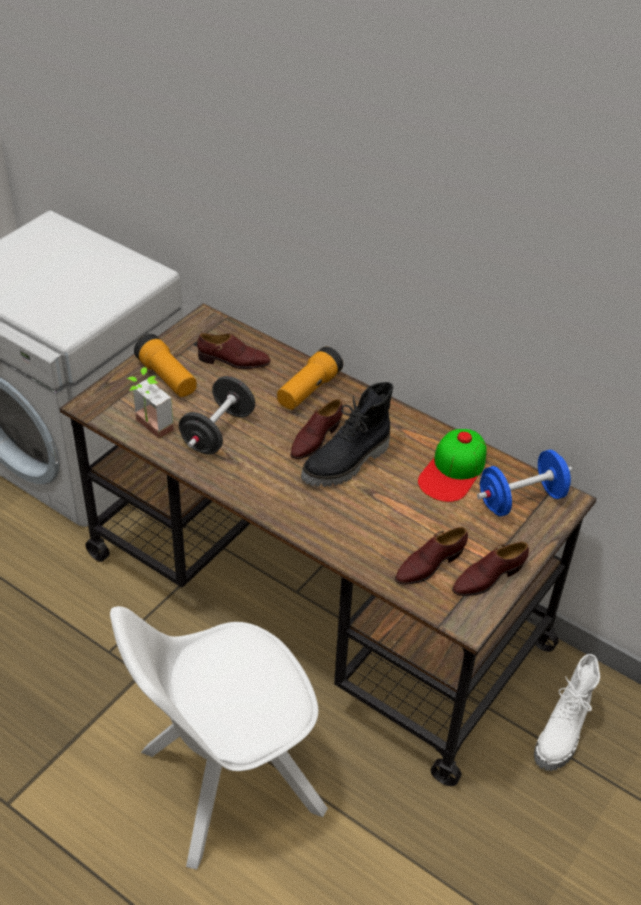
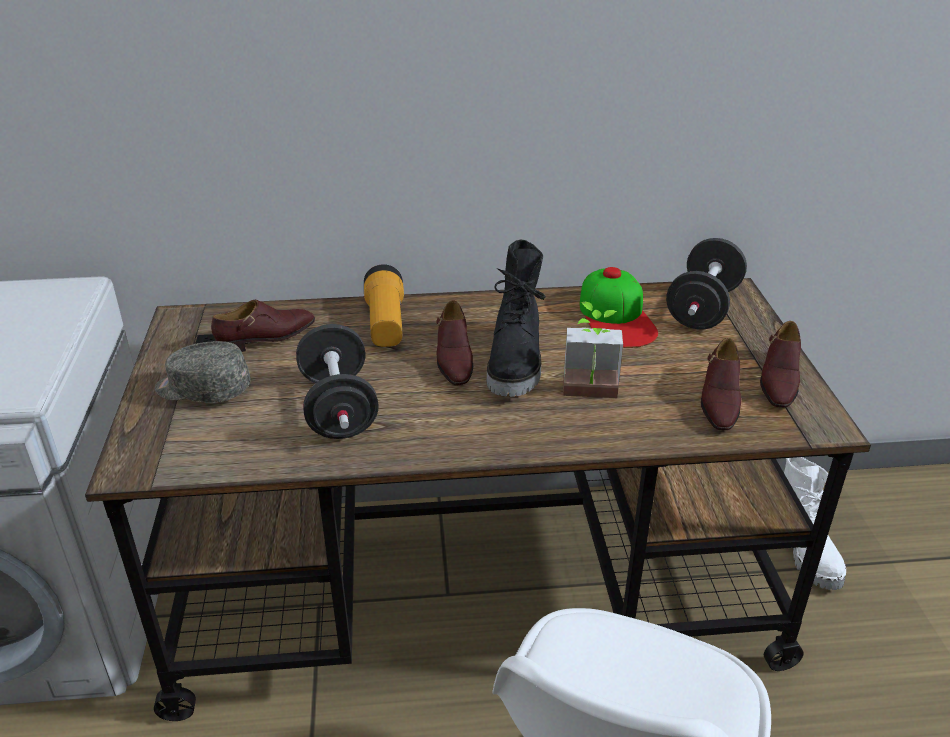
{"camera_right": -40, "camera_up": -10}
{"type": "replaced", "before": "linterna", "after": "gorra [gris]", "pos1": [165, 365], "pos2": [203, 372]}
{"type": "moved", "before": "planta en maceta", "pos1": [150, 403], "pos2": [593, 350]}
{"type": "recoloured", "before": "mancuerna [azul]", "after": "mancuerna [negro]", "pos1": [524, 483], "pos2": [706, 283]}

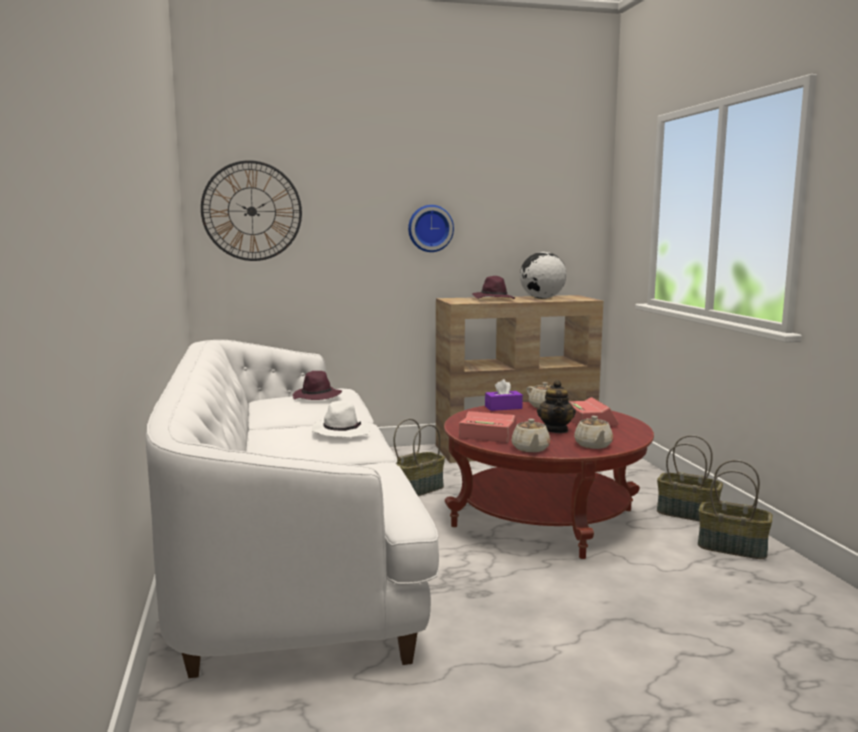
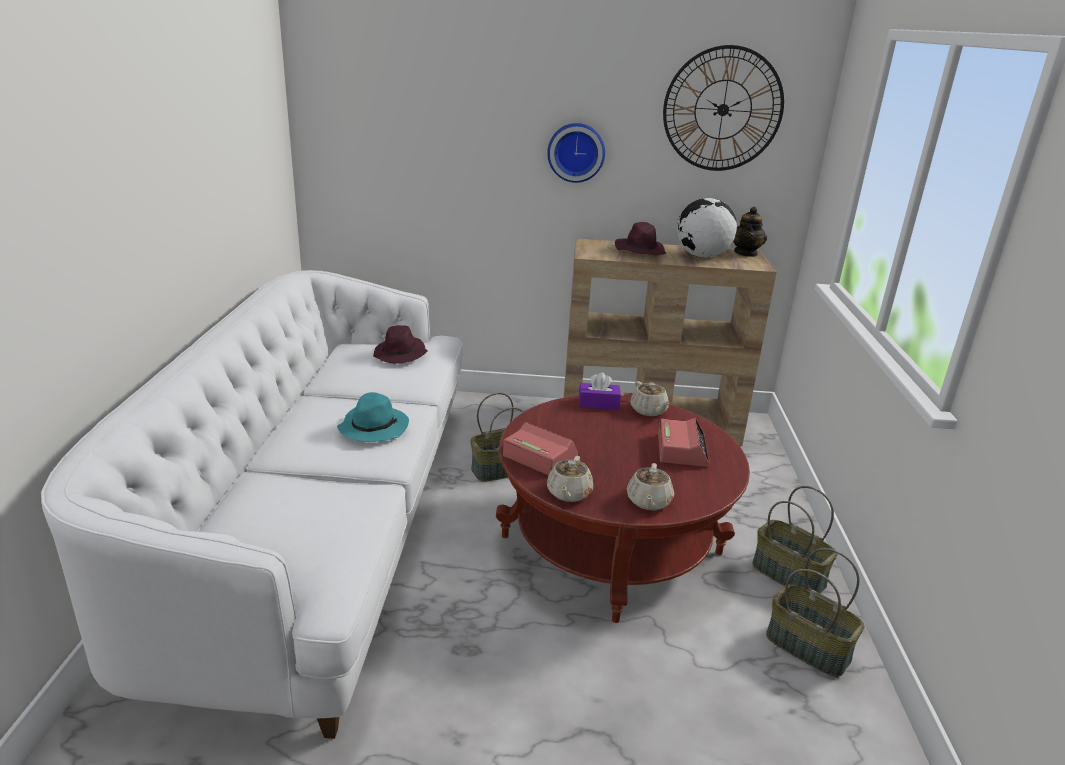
{"camera_right": 15, "camera_up": 15}
{"type": "recoloured", "before": "sombrero [blanco]", "after": "sombrero [turquesa]", "pos1": [341, 418], "pos2": [373, 417]}
{"type": "moved", "before": "reloj de pared", "pos1": [251, 210], "pos2": [723, 108]}
{"type": "moved", "before": "tetera", "pos1": [556, 406], "pos2": [750, 232]}

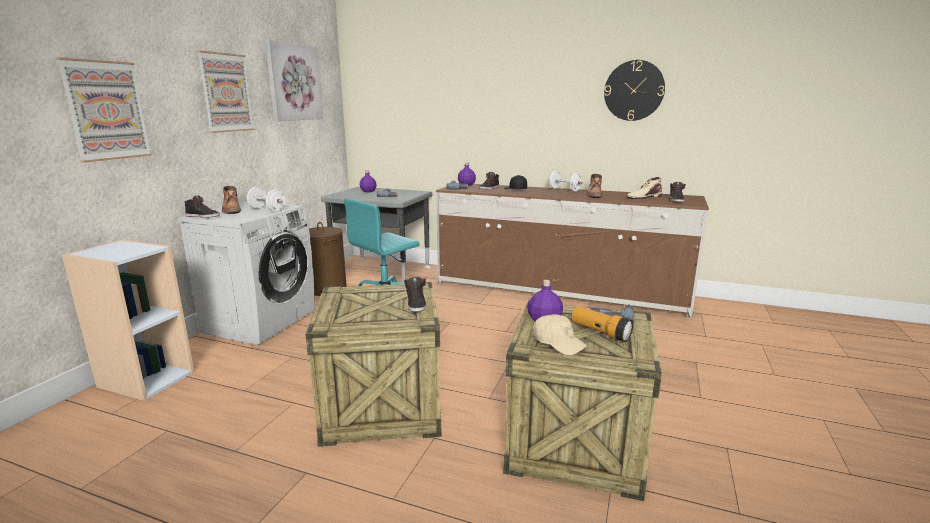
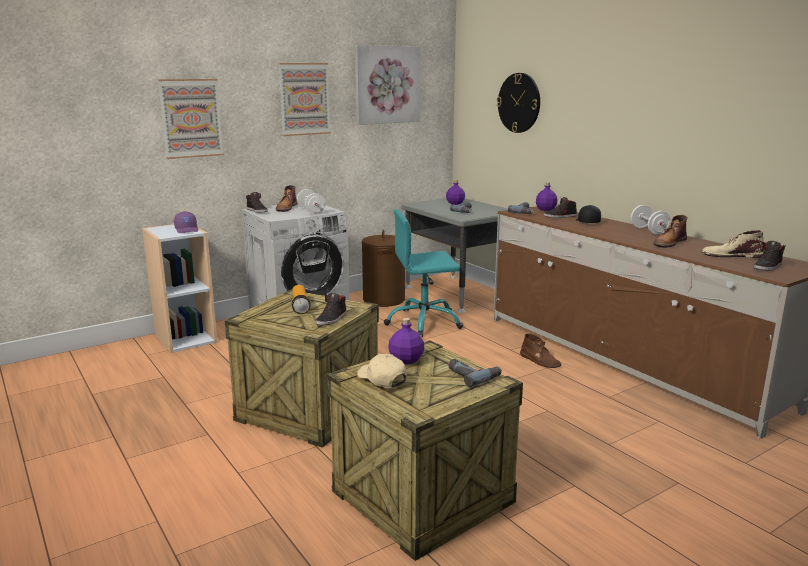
{"camera_right": 35, "camera_up": 0}
{"type": "added", "after": "gorra [morado]", "pos2": [186, 222]}
{"type": "moved", "before": "linterna", "pos1": [603, 324], "pos2": [301, 299]}
{"type": "turned", "before": "gorra [beis]", "pos1": [560, 334], "pos2": [382, 371], "turn": 150}
{"type": "moved", "before": "reloj de pared", "pos1": [634, 90], "pos2": [518, 103]}
{"type": "added", "after": "bota [marrón]", "pos2": [540, 351]}

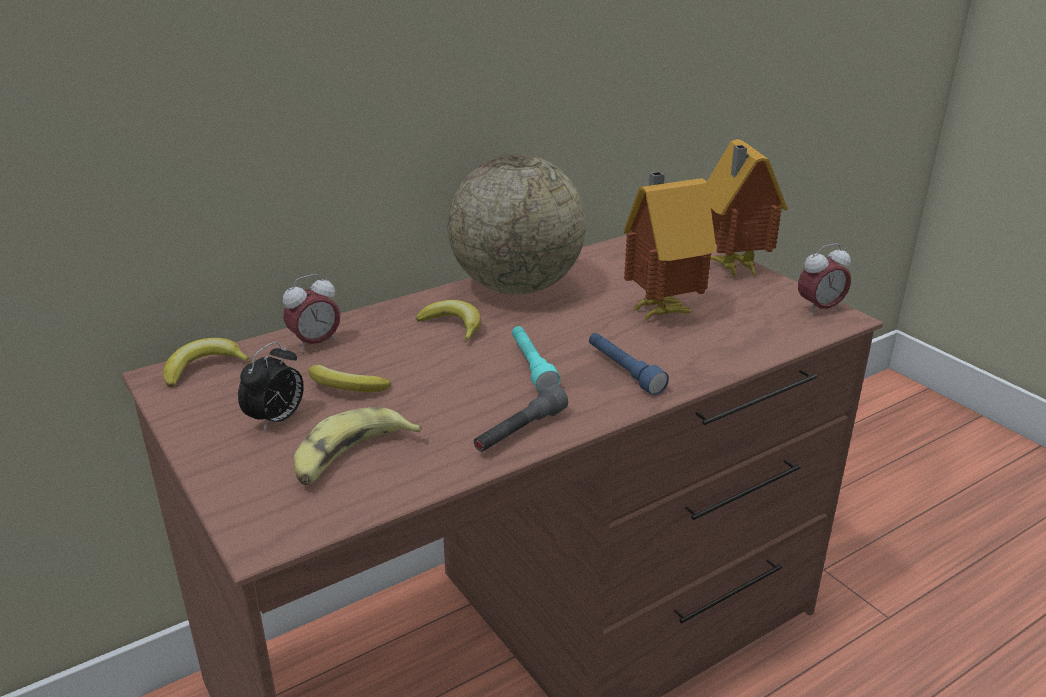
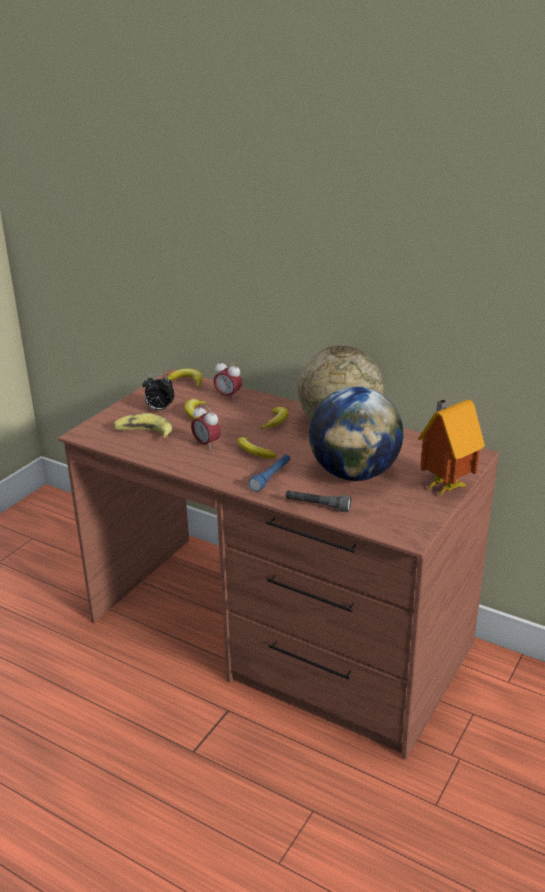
{"camera_right": 65, "camera_up": 0}
{"type": "moved", "before": "despertador", "pos1": [824, 279], "pos2": [206, 427]}
{"type": "replaced", "before": "linterna [turquesa]", "after": "plátano", "pos1": [536, 358], "pos2": [256, 447]}
{"type": "moved", "before": "linterna [gris]", "pos1": [521, 418], "pos2": [318, 501]}
{"type": "replaced", "before": "casita", "after": "globo terráqueo", "pos1": [670, 246], "pos2": [356, 434]}

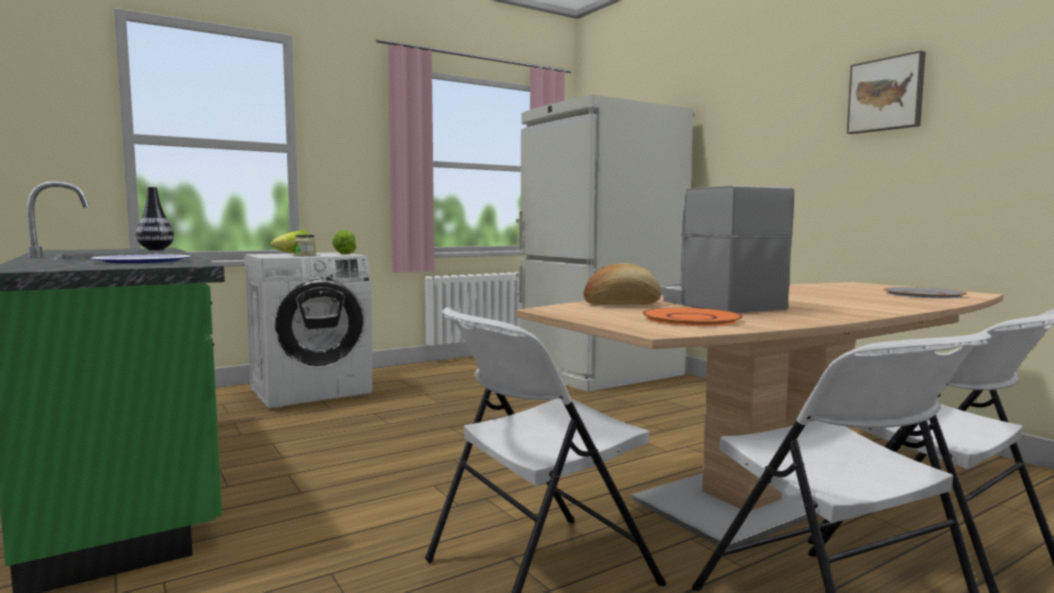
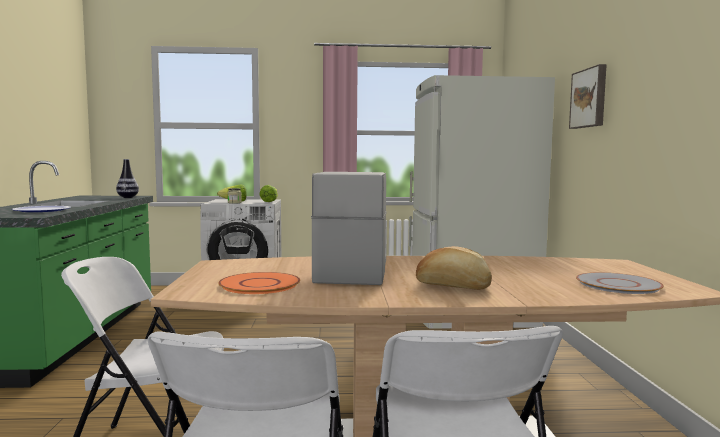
{"camera_right": 30, "camera_up": 0}
{"type": "moved", "before": "pan", "pos1": [622, 284], "pos2": [454, 268]}
{"type": "moved", "before": "cuadro", "pos1": [886, 92], "pos2": [588, 96]}

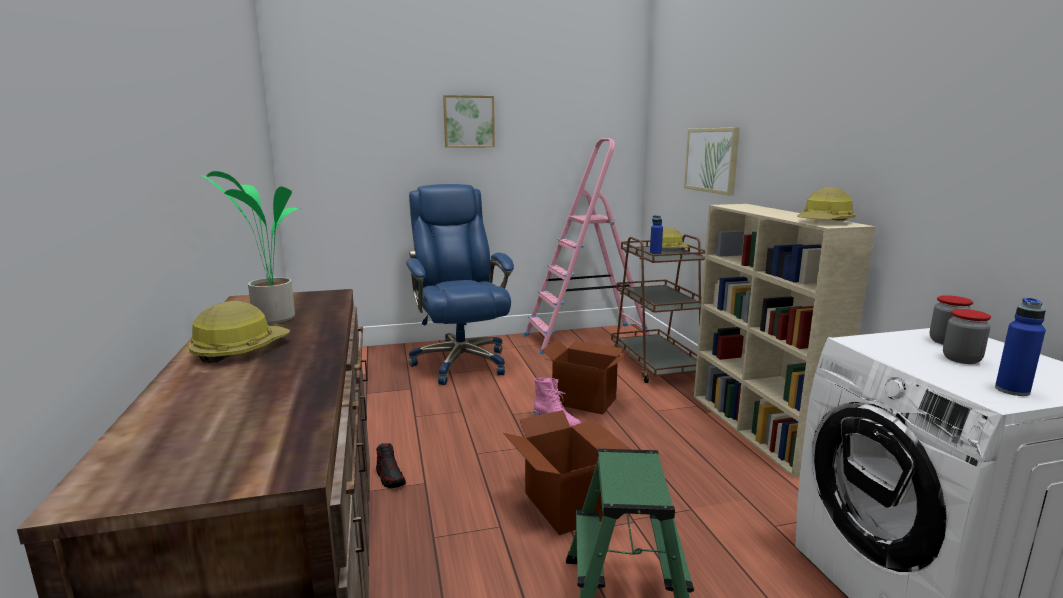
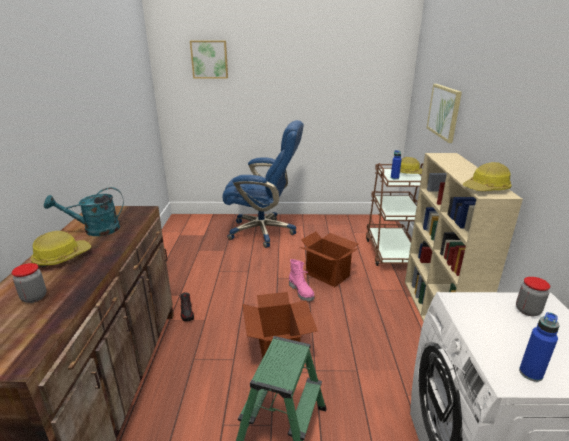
{"camera_right": 15, "camera_up": 10}
{"type": "moved", "before": "tarro", "pos1": [967, 336], "pos2": [29, 283]}
{"type": "replaced", "before": "planta en maceta", "after": "regadera [turquesa]", "pos1": [251, 247], "pos2": [84, 211]}
{"type": "moved", "before": "cuadro", "pos1": [469, 121], "pos2": [209, 59]}
{"type": "turned", "before": "silla de oficina [azul]", "pos1": [460, 284], "pos2": [263, 184], "turn": 105}
{"type": "removed", "before": "escalera de tijera [rosa]", "pos1": [587, 246]}

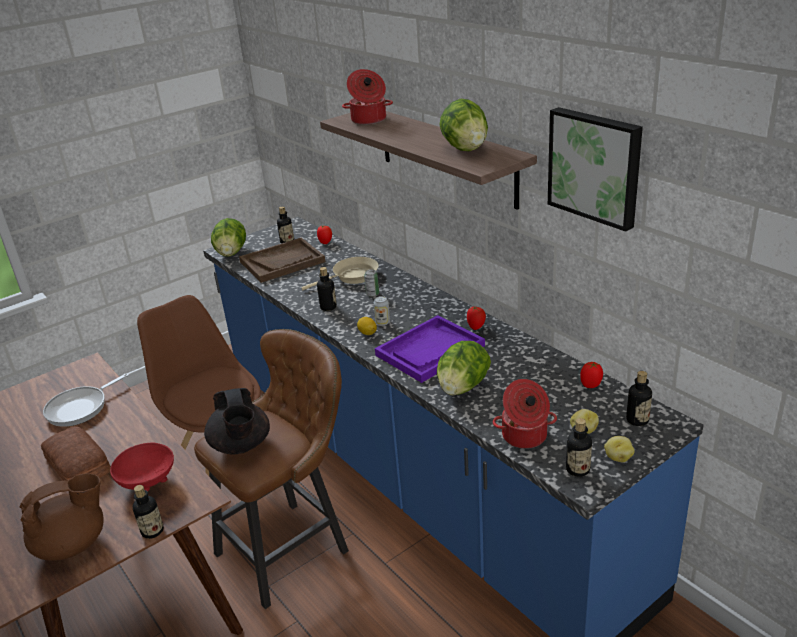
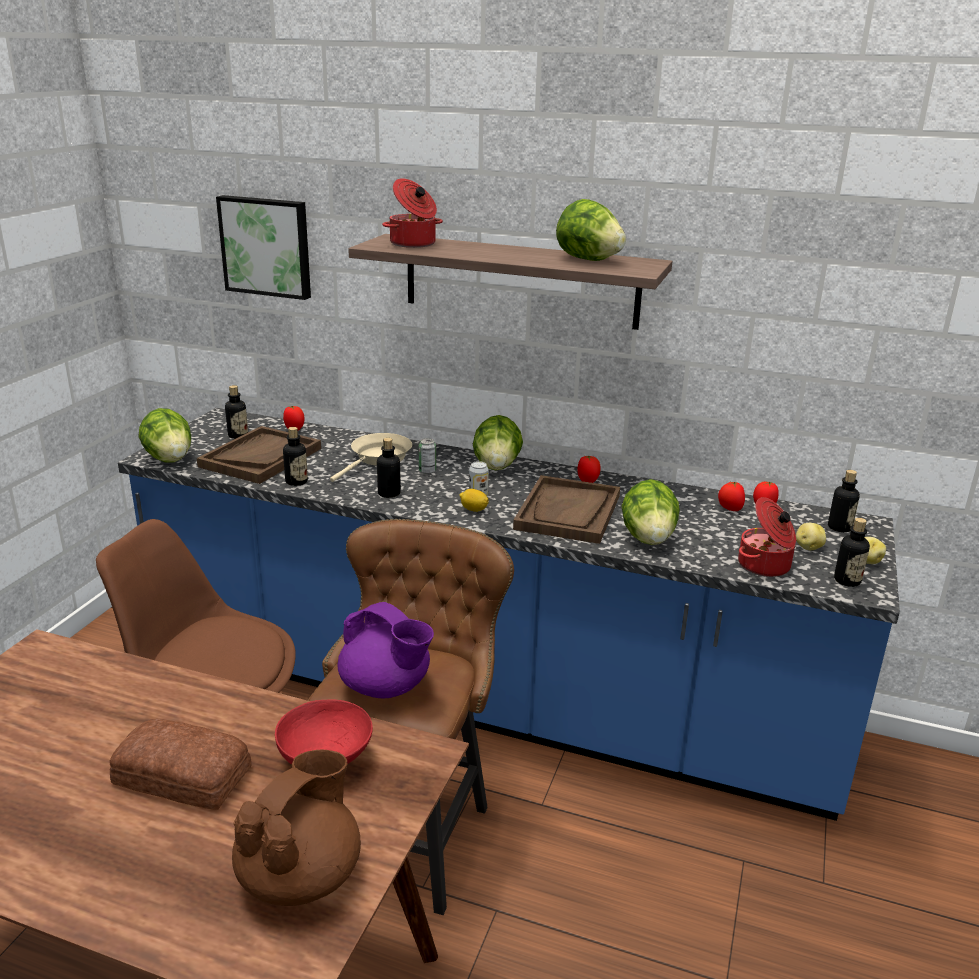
{"camera_right": -35, "camera_up": -5}
{"type": "moved", "before": "cuadro", "pos1": [595, 169], "pos2": [263, 247]}
{"type": "moved", "before": "botella", "pos1": [148, 512], "pos2": [295, 456]}
{"type": "recoloured", "before": "tetera [negro]", "after": "tetera [morado]", "pos1": [237, 421], "pos2": [386, 650]}
{"type": "added", "after": "lechuga", "pos2": [498, 442]}
{"type": "recoloured", "before": "bandeja [morado]", "after": "bandeja [marrón]", "pos1": [430, 349], "pos2": [566, 509]}
{"type": "added", "after": "tomate", "pos2": [731, 496]}
{"type": "removed", "before": "sartén", "pos1": [86, 400]}

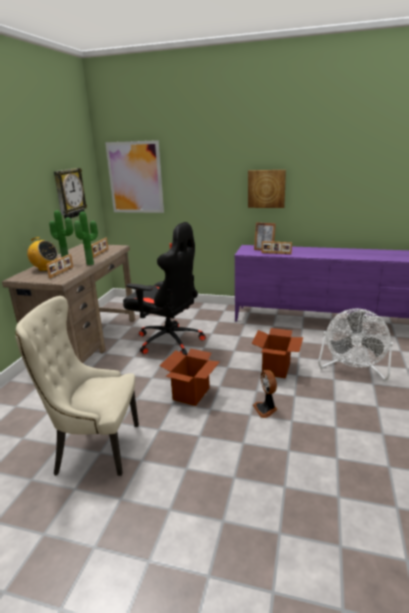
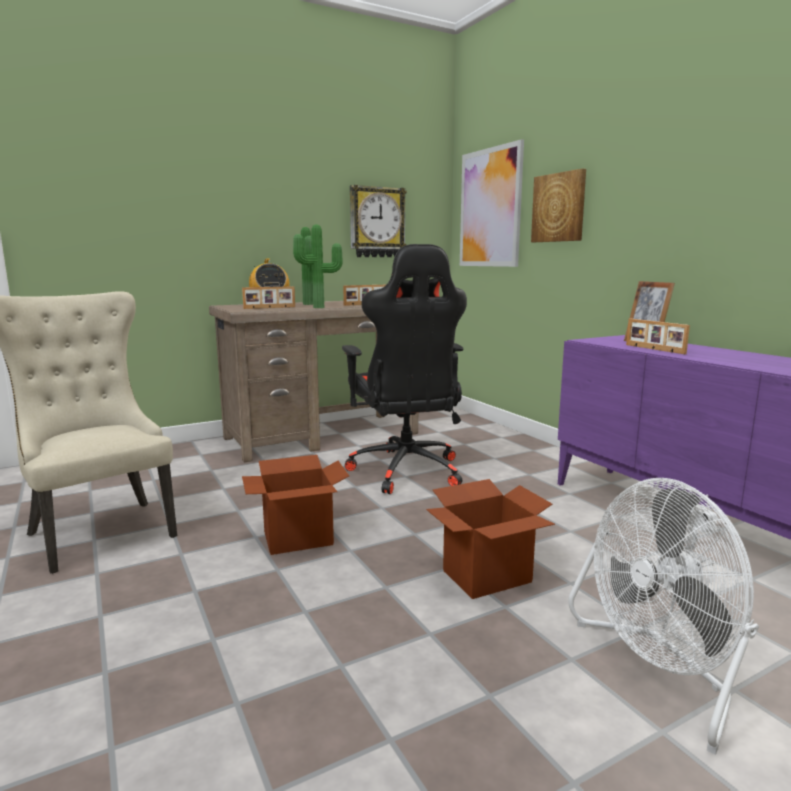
{"camera_right": 45, "camera_up": -10}
{"type": "moved", "before": "cuadro", "pos1": [267, 189], "pos2": [558, 205]}
{"type": "removed", "before": "ventilador", "pos1": [265, 394]}

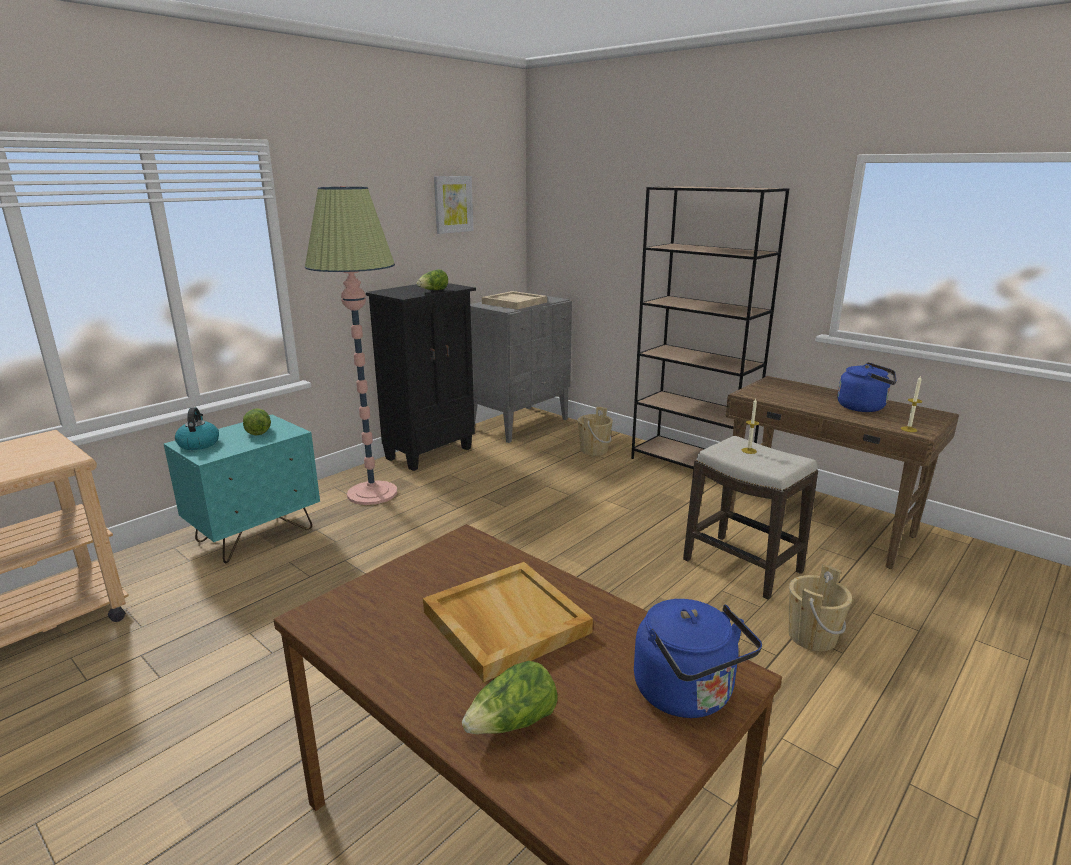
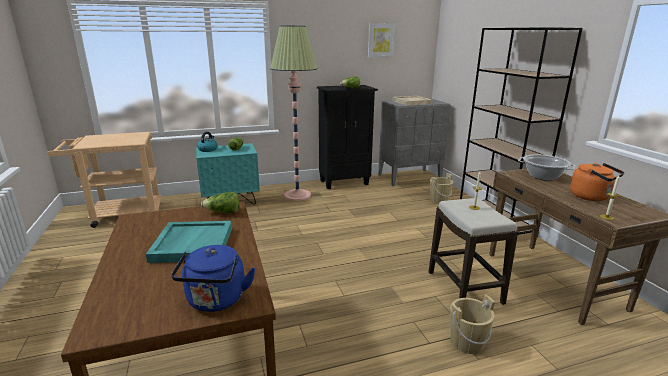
{"camera_right": 30, "camera_up": 0}
{"type": "recoloured", "before": "bandeja [beis]", "after": "bandeja [turquesa]", "pos1": [508, 622], "pos2": [189, 242]}
{"type": "moved", "before": "lechuga", "pos1": [510, 697], "pos2": [220, 202]}
{"type": "added", "after": "olla", "pos2": [546, 167]}
{"type": "recoloured", "before": "hervidor [azul]", "after": "hervidor [naranja]", "pos1": [867, 387], "pos2": [597, 182]}

